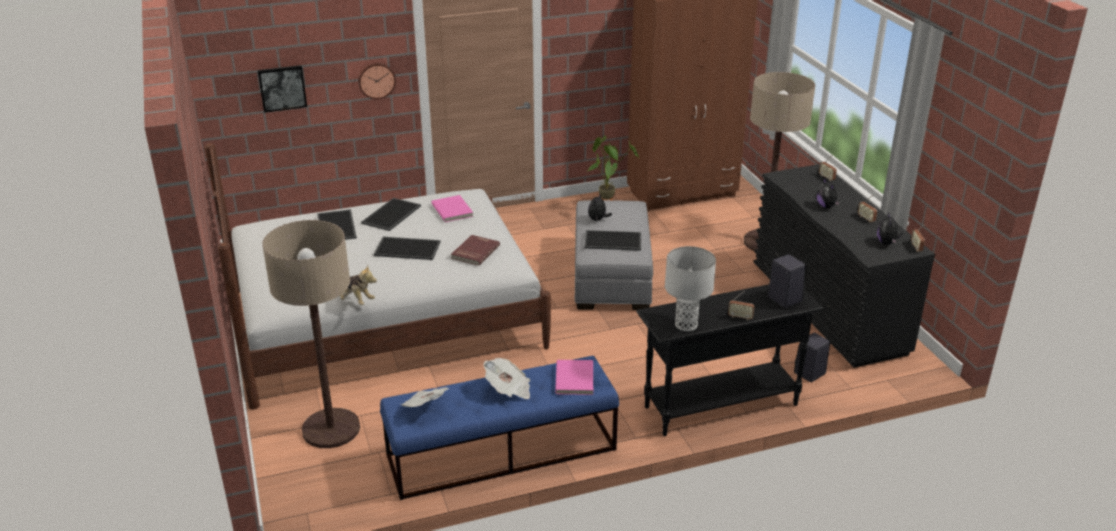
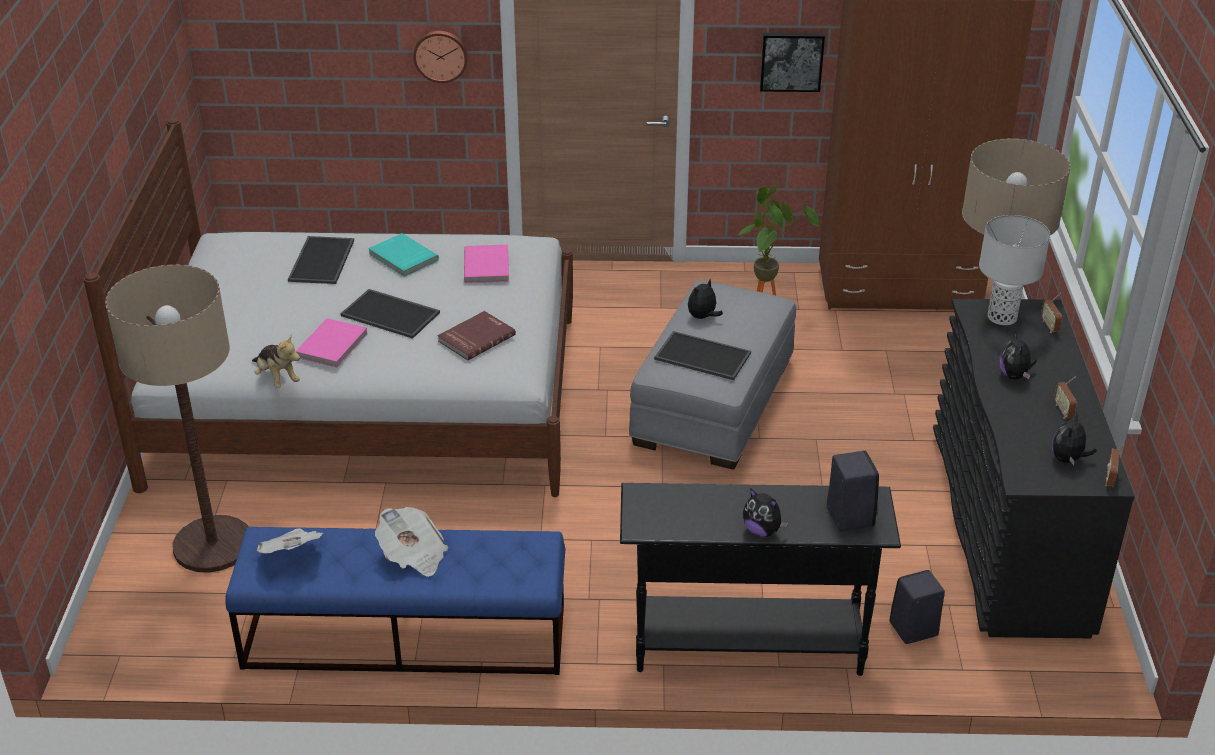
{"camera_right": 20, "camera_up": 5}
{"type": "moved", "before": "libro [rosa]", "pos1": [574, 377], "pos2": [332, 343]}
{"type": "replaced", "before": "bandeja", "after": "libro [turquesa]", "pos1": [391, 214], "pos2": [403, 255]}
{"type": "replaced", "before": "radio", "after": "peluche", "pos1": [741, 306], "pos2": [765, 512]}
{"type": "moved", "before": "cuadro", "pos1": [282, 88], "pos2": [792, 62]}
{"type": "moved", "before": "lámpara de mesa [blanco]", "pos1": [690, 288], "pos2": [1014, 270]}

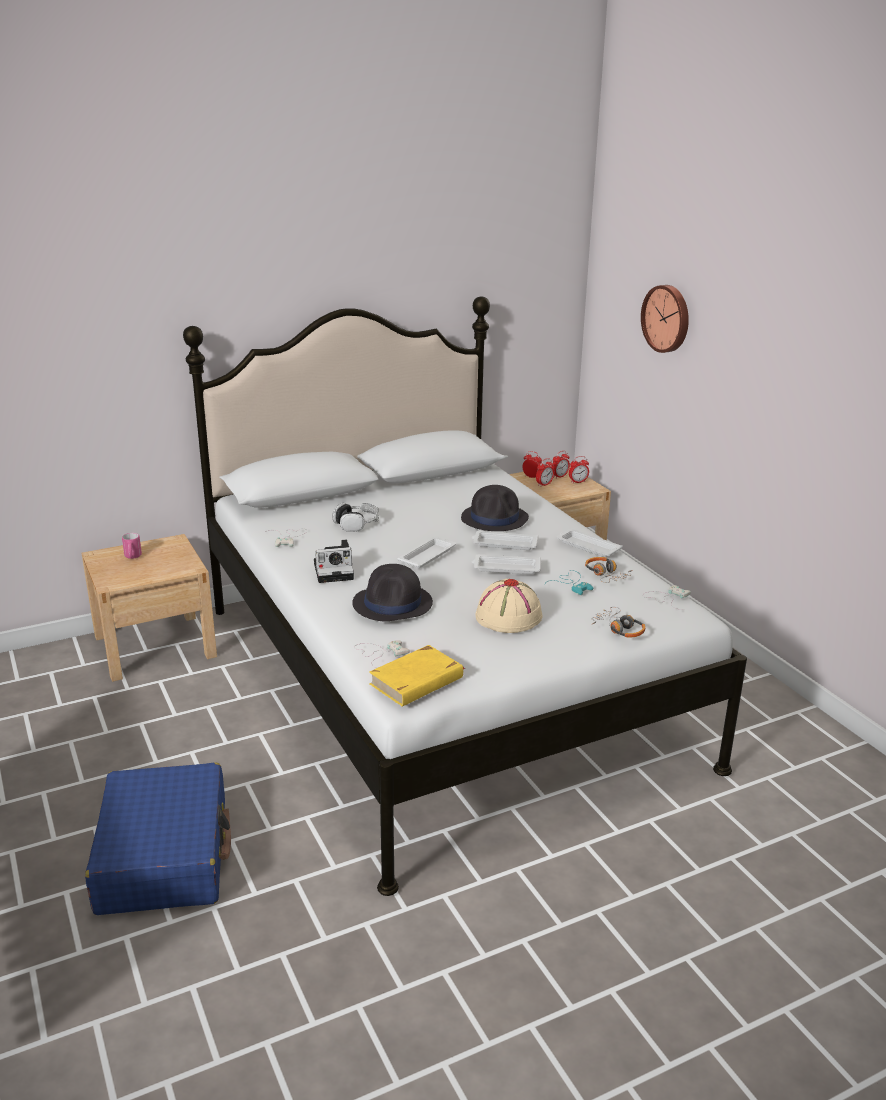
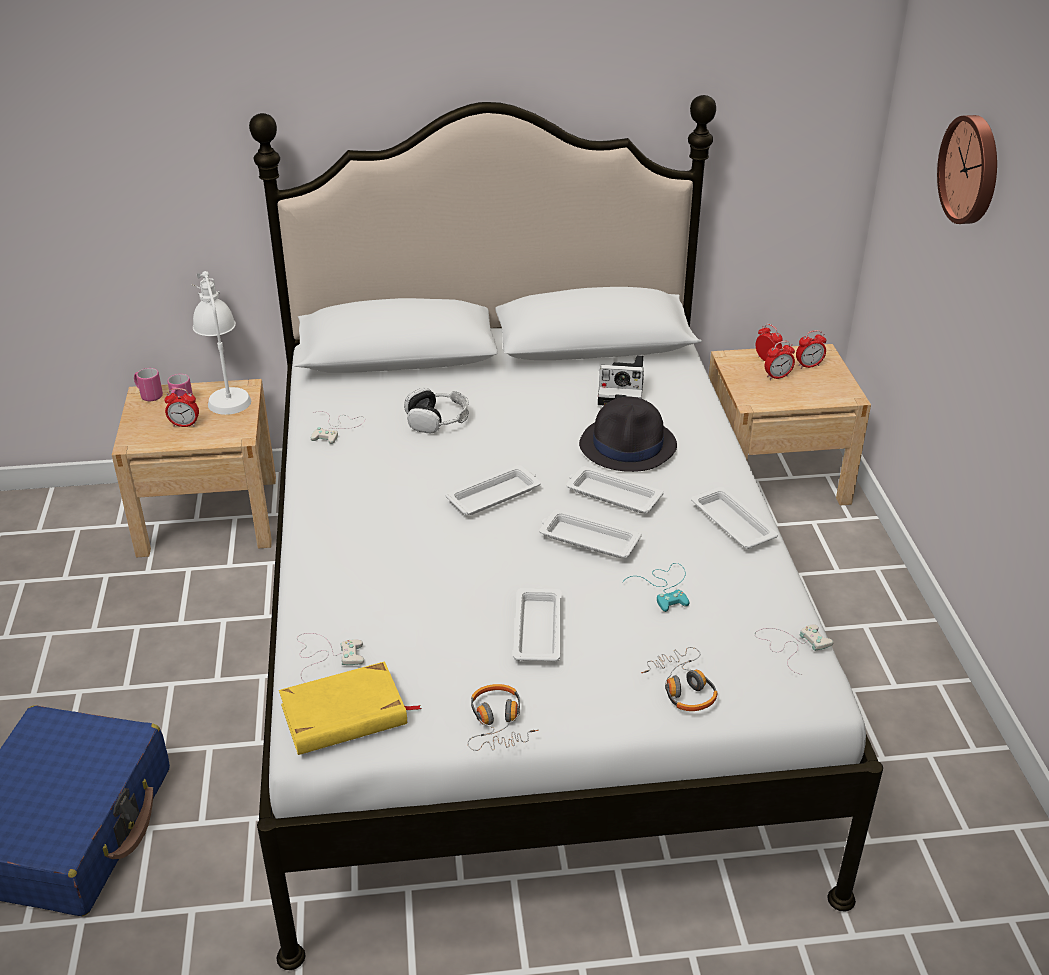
{"camera_right": 20, "camera_up": 10}
{"type": "added", "after": "taza grande [rosa]", "pos2": [148, 384]}
{"type": "moved", "before": "despertador", "pos1": [579, 470], "pos2": [181, 407]}
{"type": "added", "after": "lámpara de mesa [blanco]", "pos2": [221, 343]}
{"type": "moved", "before": "auriculares", "pos1": [609, 570], "pos2": [503, 717]}
{"type": "replaced", "before": "sombrero [beis]", "after": "bandeja [blanco]", "pos1": [509, 606], "pos2": [537, 624]}
{"type": "moved", "before": "cámara", "pos1": [334, 561], "pos2": [621, 380]}
{"type": "removed", "before": "sombrero [negro]", "pos1": [392, 592]}

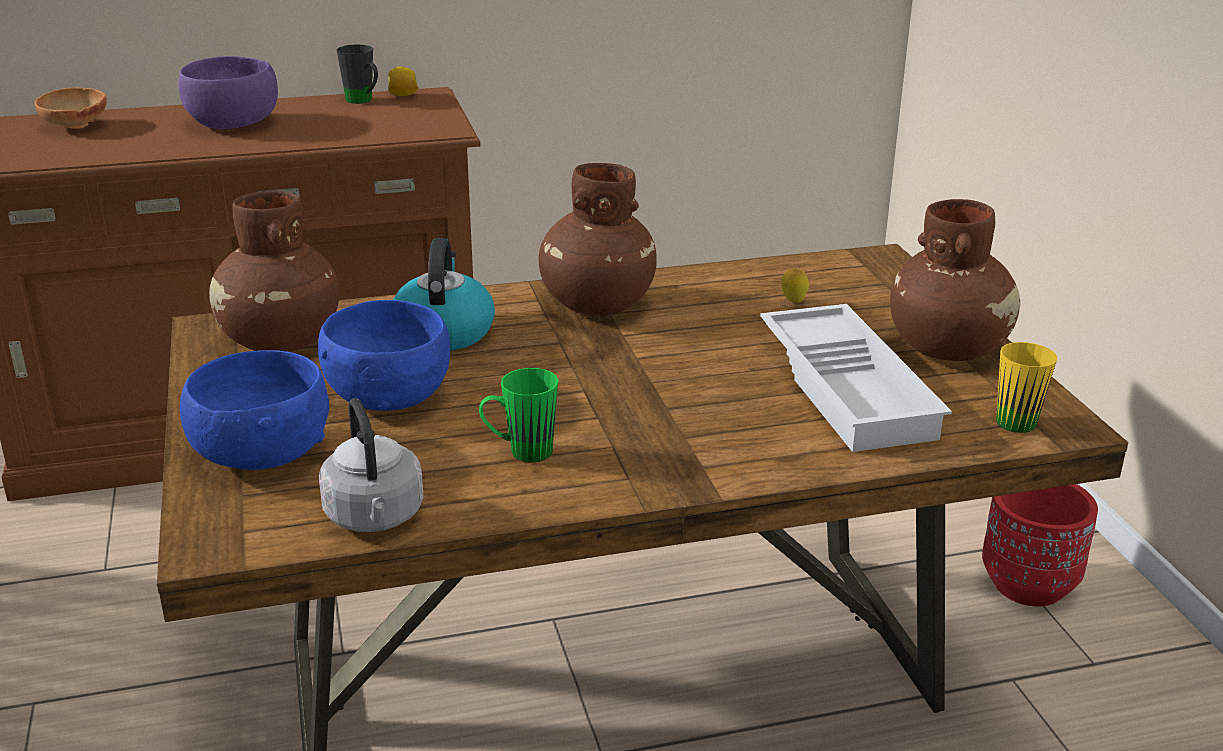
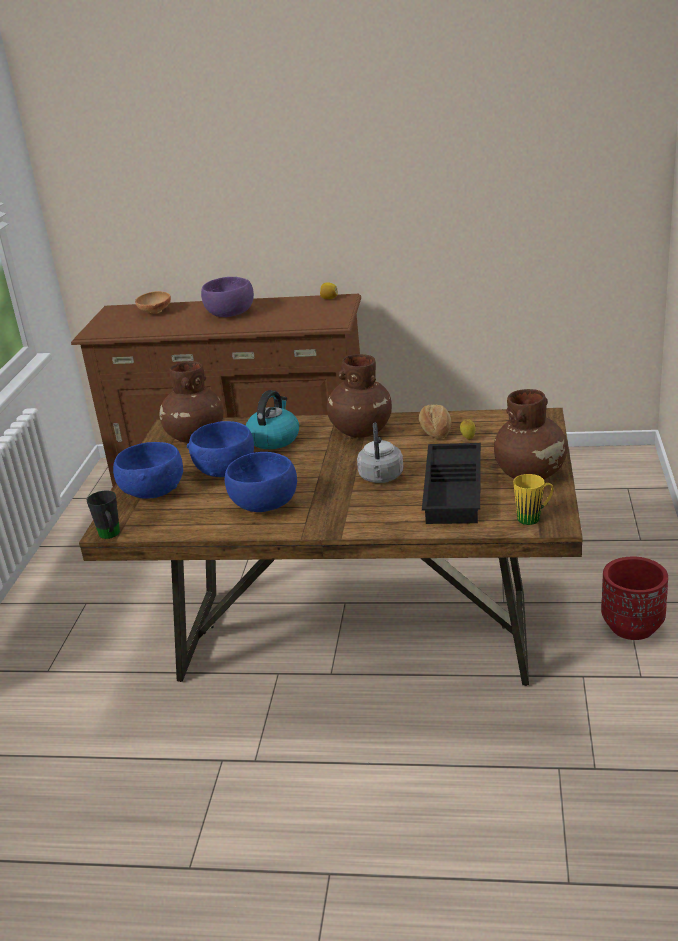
{"camera_right": 25, "camera_up": 0}
{"type": "moved", "before": "taza grande [negro]", "pos1": [357, 74], "pos2": [103, 514]}
{"type": "replaced", "before": "taza grande [verde]", "after": "cuenco [azul]", "pos1": [518, 415], "pos2": [261, 482]}
{"type": "moved", "before": "hervidor [gris]", "pos1": [371, 465], "pos2": [380, 453]}
{"type": "added", "after": "pan", "pos2": [435, 421]}
{"type": "recoloured", "before": "bandeja [blanco]", "after": "bandeja [negro]", "pos1": [856, 378], "pos2": [451, 483]}

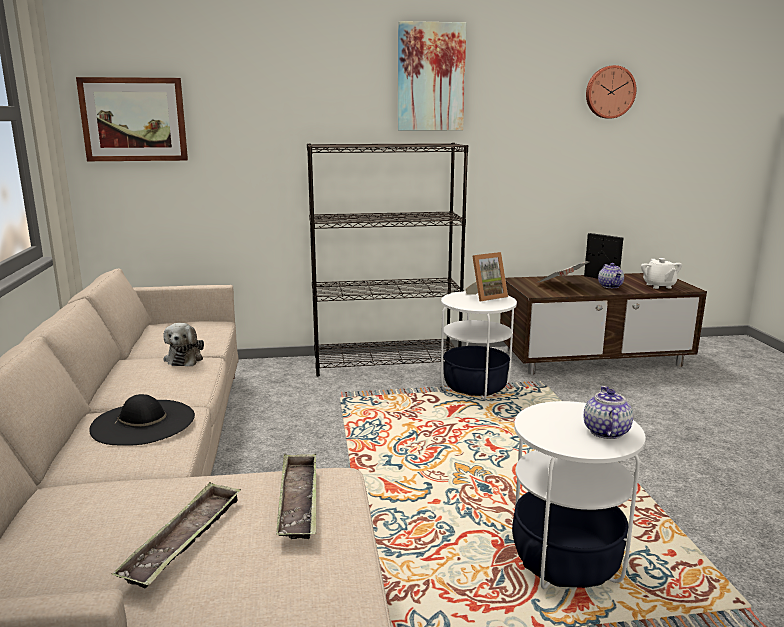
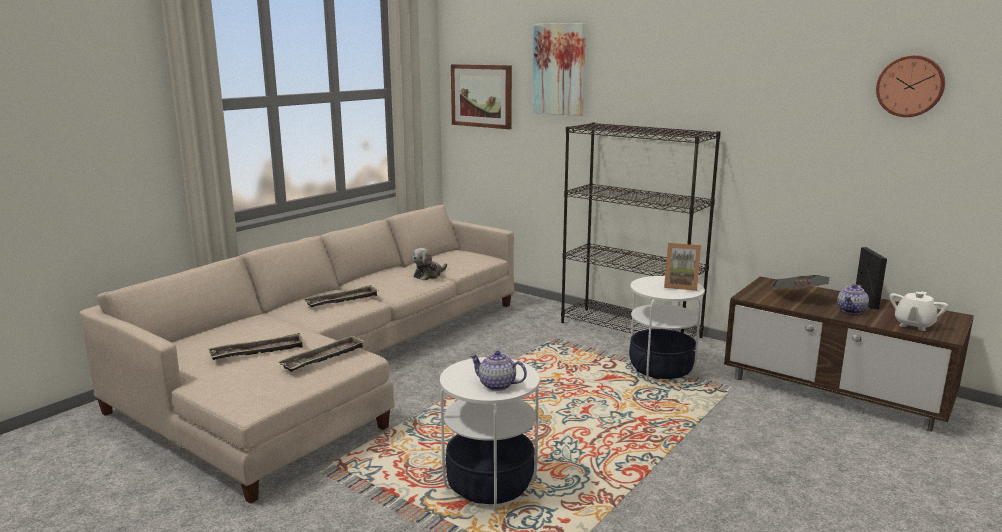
{"camera_right": 45, "camera_up": 0}
{"type": "replaced", "before": "sombrero [negro]", "after": "bandeja", "pos1": [142, 420], "pos2": [341, 296]}
{"type": "turned", "before": "tetera", "pos1": [608, 412], "pos2": [498, 371], "turn": -120}
{"type": "moved", "before": "cuadro", "pos1": [432, 76], "pos2": [559, 69]}

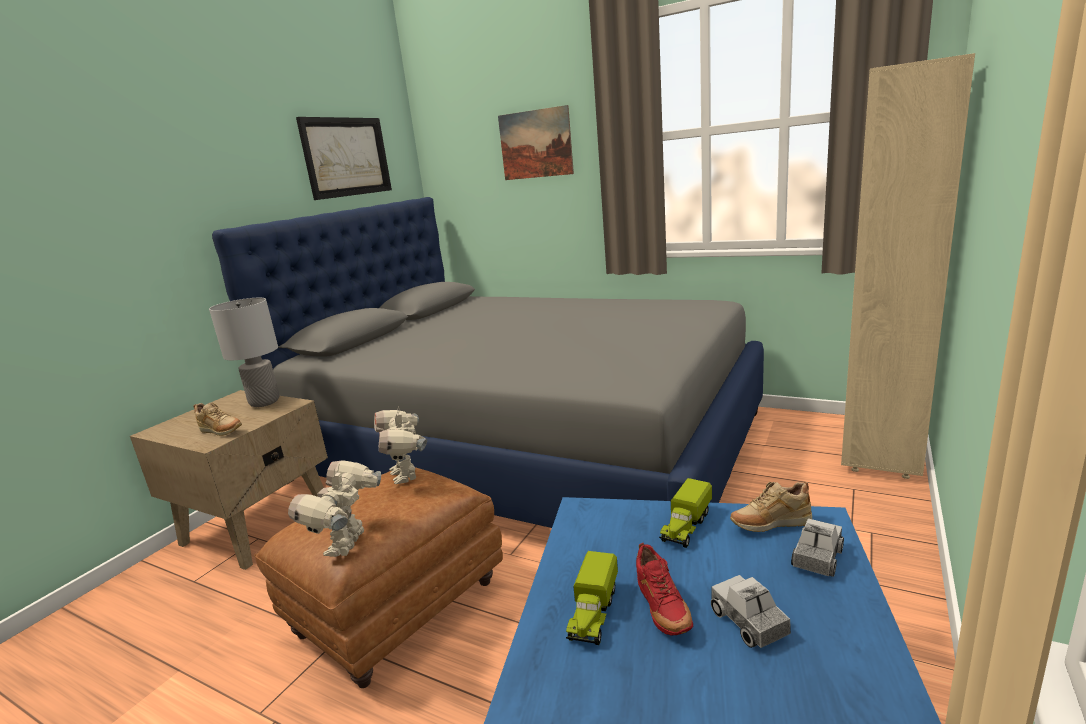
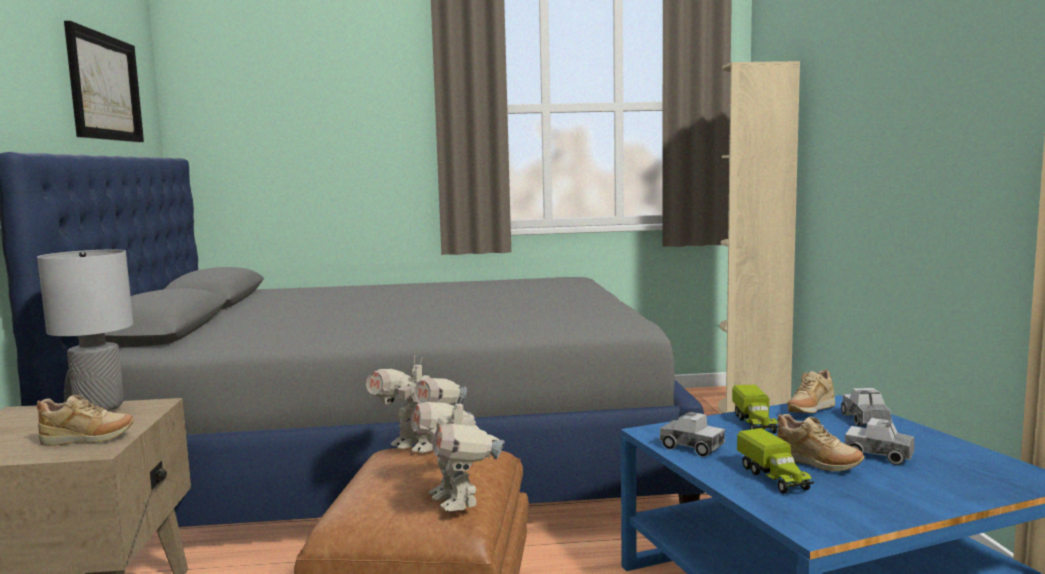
{"camera_right": -35, "camera_up": -10}
{"type": "added", "after": "camión de juguete", "pos2": [692, 434]}
{"type": "recoloured", "before": "zapato [rojo]", "after": "zapato [beis]", "pos1": [664, 589], "pos2": [821, 442]}
{"type": "removed", "before": "cuadro", "pos1": [536, 142]}

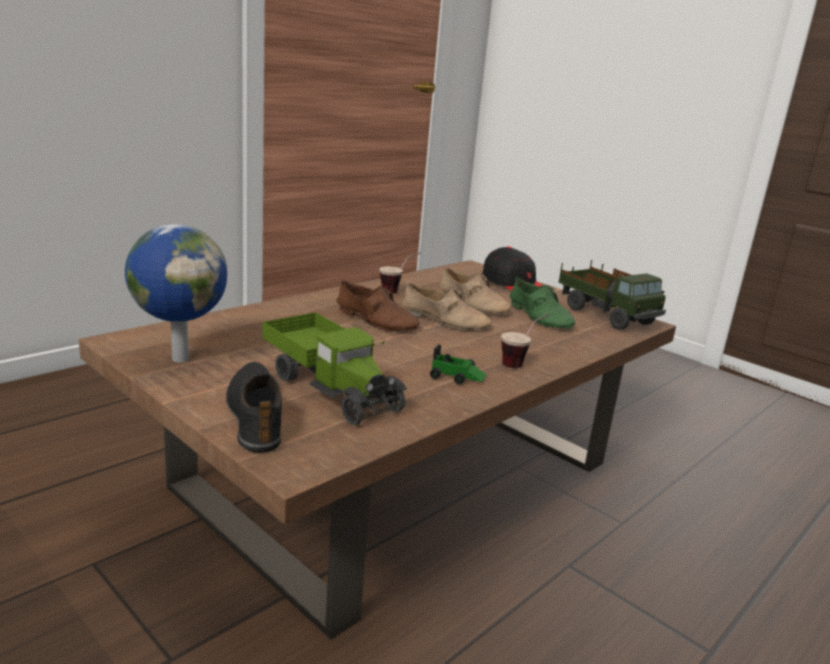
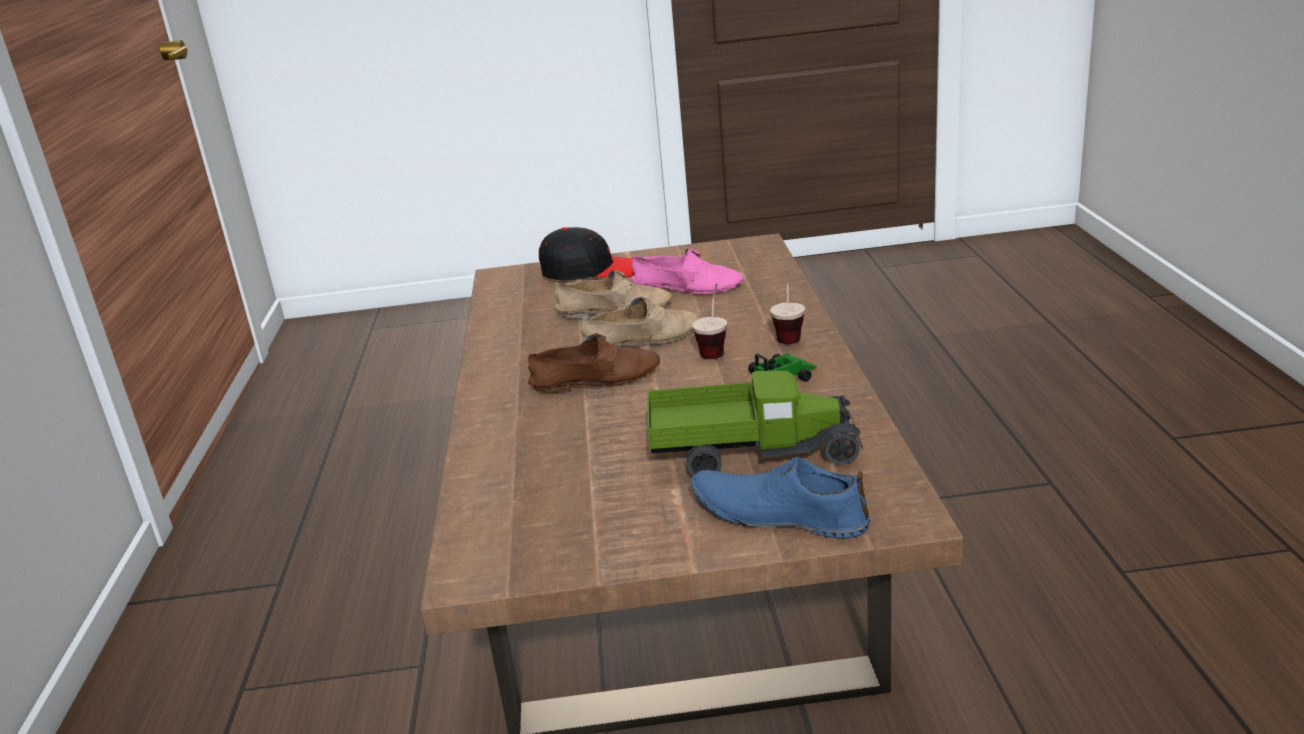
{"camera_right": -45, "camera_up": 5}
{"type": "recoloured", "before": "zapato [verde]", "after": "zapato [rosa]", "pos1": [542, 302], "pos2": [687, 271]}
{"type": "recoloured", "before": "zapato [negro]", "after": "zapato [azul]", "pos1": [254, 407], "pos2": [780, 497]}
{"type": "moved", "before": "taza", "pos1": [400, 273], "pos2": [709, 321]}
{"type": "removed", "before": "globo terráqueo", "pos1": [176, 293]}
{"type": "removed", "before": "camión de juguete", "pos1": [612, 295]}

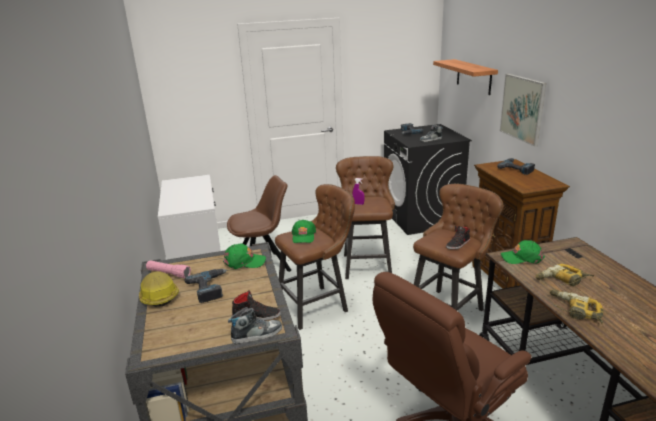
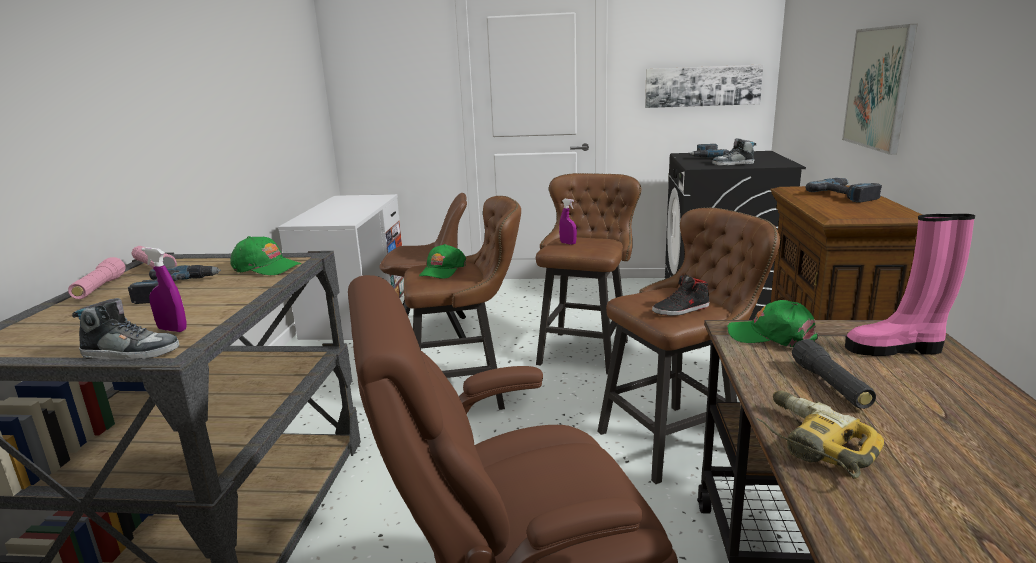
{"camera_right": 20, "camera_up": -5}
{"type": "replaced", "before": "casco", "after": "linterna [rosa]", "pos1": [159, 289], "pos2": [96, 278]}
{"type": "replaced", "before": "zapato [negro]", "after": "pulverizador [morado]", "pos1": [256, 305], "pos2": [164, 289]}
{"type": "added", "after": "cuadro", "pos2": [704, 86]}
{"type": "replaced", "before": "taladro", "after": "linterna [negro]", "pos1": [565, 275], "pos2": [834, 374]}
{"type": "added", "after": "bota [rosa]", "pos2": [910, 285]}
{"type": "removed", "before": "estante", "pos1": [465, 77]}

